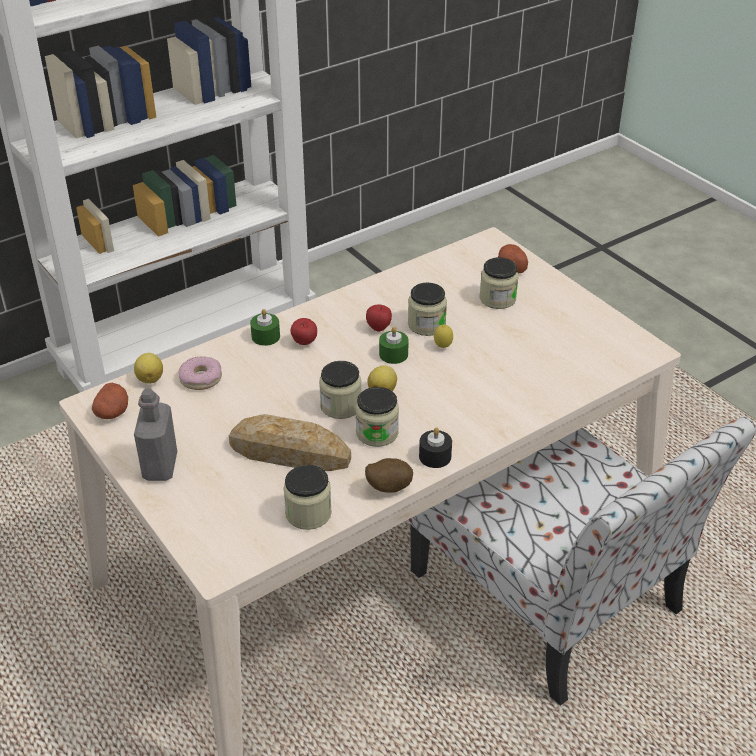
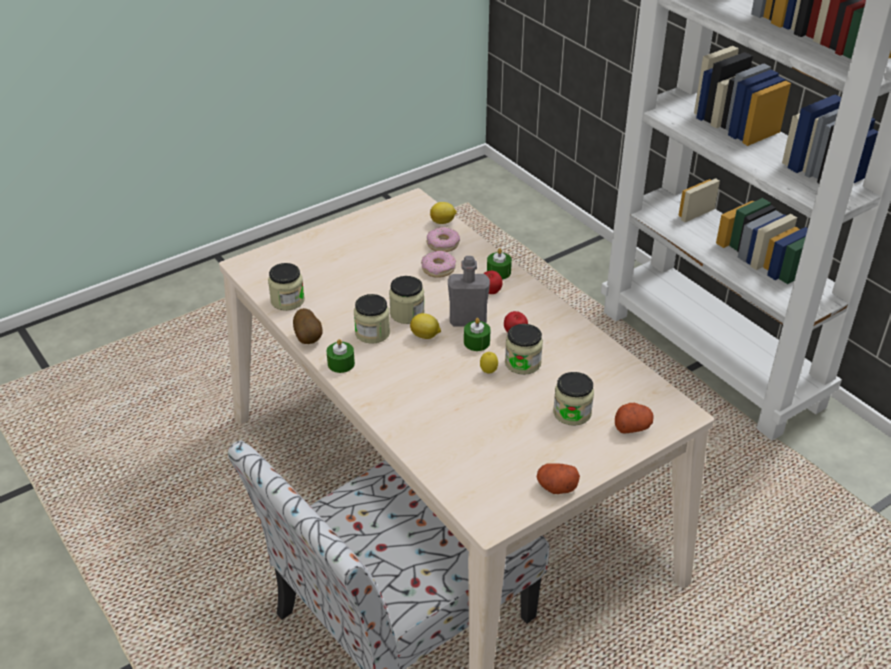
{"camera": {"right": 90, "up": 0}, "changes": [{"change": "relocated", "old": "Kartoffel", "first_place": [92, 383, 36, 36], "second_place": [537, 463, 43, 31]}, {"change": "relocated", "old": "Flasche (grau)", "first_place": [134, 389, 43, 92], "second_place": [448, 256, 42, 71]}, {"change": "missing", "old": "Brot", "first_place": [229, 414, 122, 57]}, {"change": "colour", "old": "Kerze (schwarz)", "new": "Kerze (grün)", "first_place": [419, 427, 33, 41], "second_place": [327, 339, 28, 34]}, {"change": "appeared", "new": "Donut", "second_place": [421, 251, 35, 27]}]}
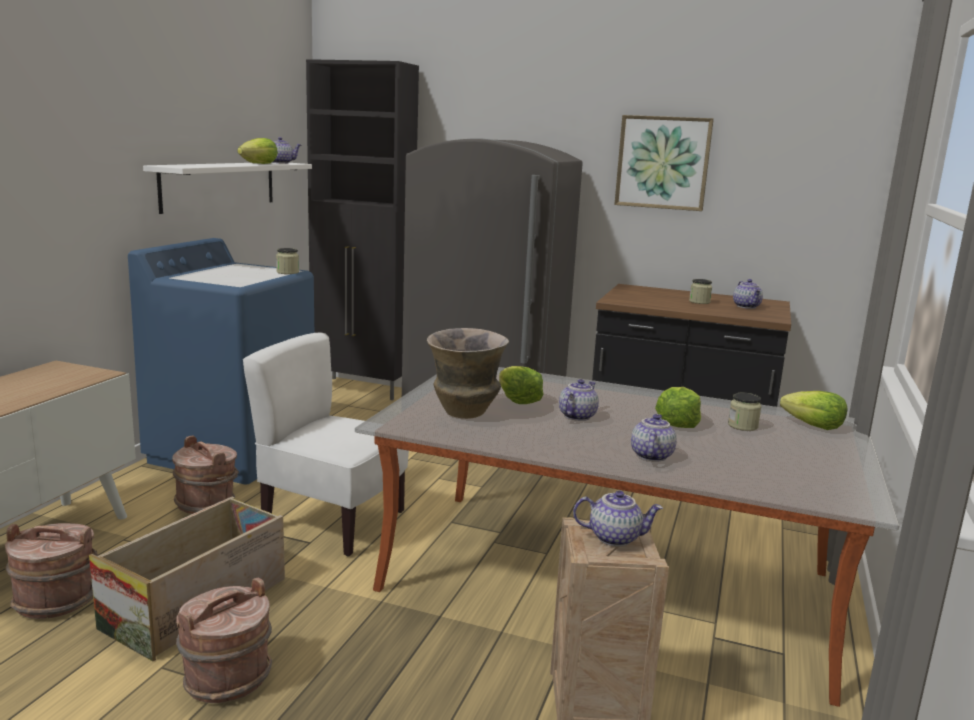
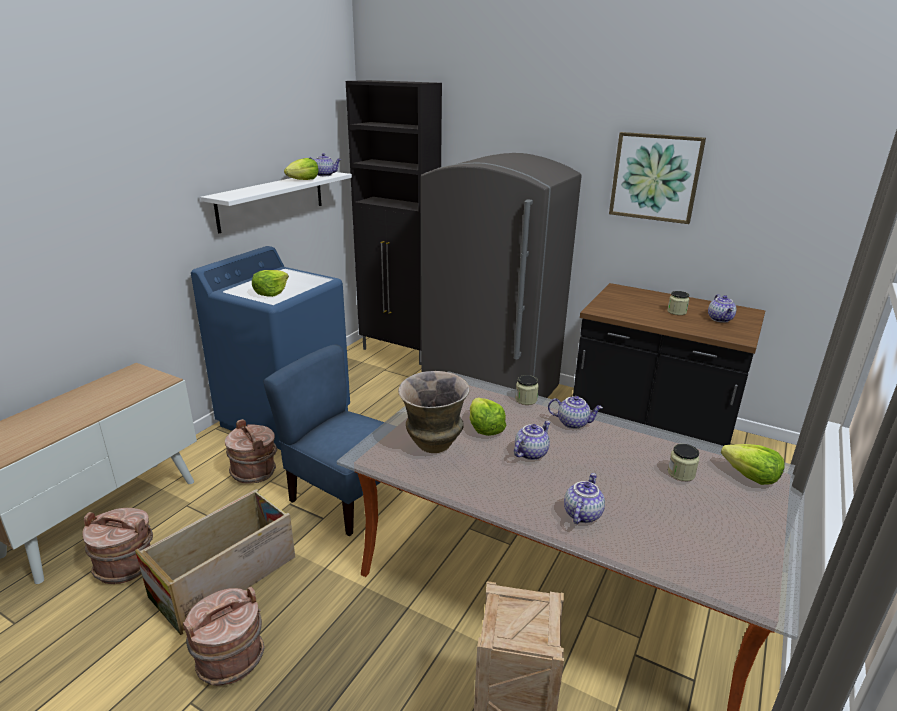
{"camera": {"right": 10, "up": 10}, "changes": [{"change": "relocated", "old": "Vorratsglas", "first_place": [276, 248, 23, 26], "second_place": [515, 375, 24, 30]}, {"change": "colour", "old": "Stuhl (weiß)", "new": "Stuhl (blau)", "first_place": [243, 333, 166, 223], "second_place": [263, 344, 139, 192]}, {"change": "relocated", "old": "Salatkopf", "first_place": [655, 387, 46, 41], "second_place": [252, 270, 37, 27]}, {"change": "relocated", "old": "Teekanne", "first_place": [573, 490, 90, 57], "second_place": [548, 396, 55, 33]}]}
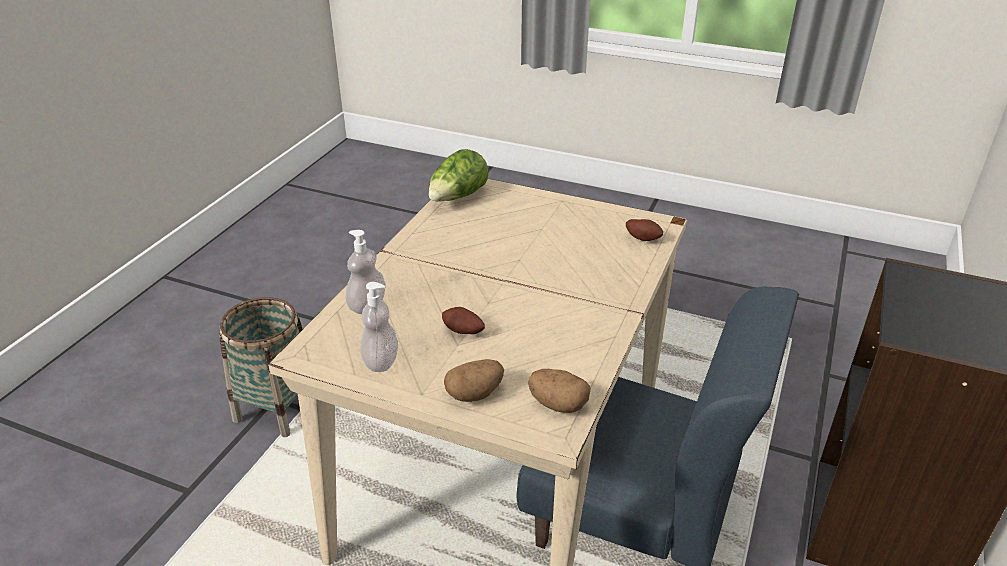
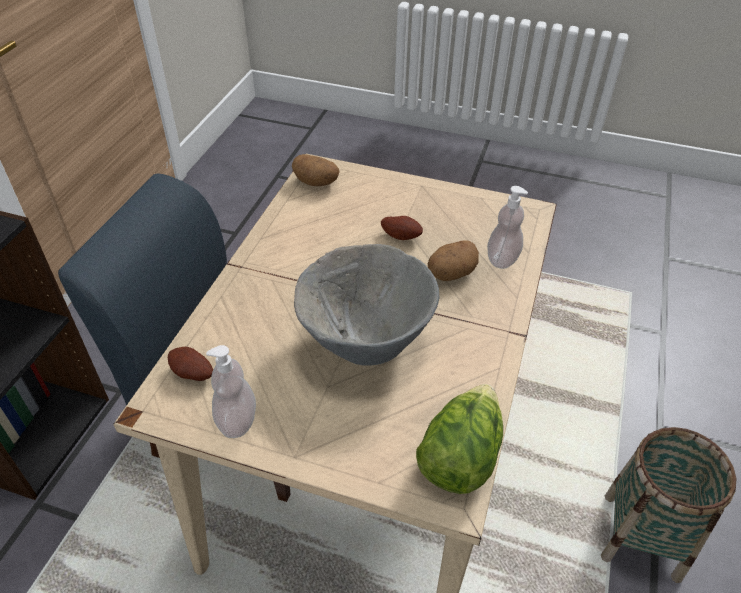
{"camera": {"right": 175, "up": 10}, "changes": [{"change": "relocated", "old": "Seifenspender", "first_place": [360, 282, 38, 90], "second_place": [206, 345, 50, 93]}, {"change": "relocated", "old": "Kartoffel", "first_place": [444, 359, 60, 43], "second_place": [428, 240, 51, 41]}, {"change": "appeared", "new": "Schüssel (grau)", "second_place": [294, 244, 145, 122]}]}
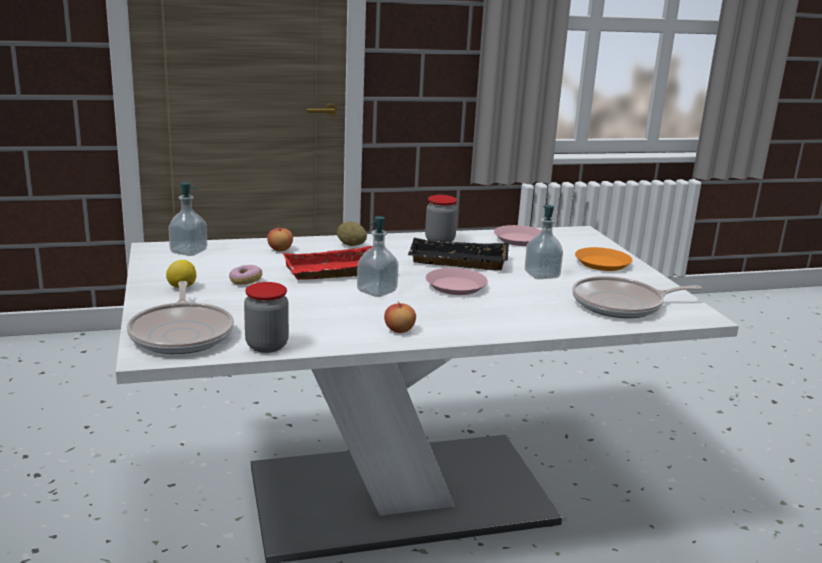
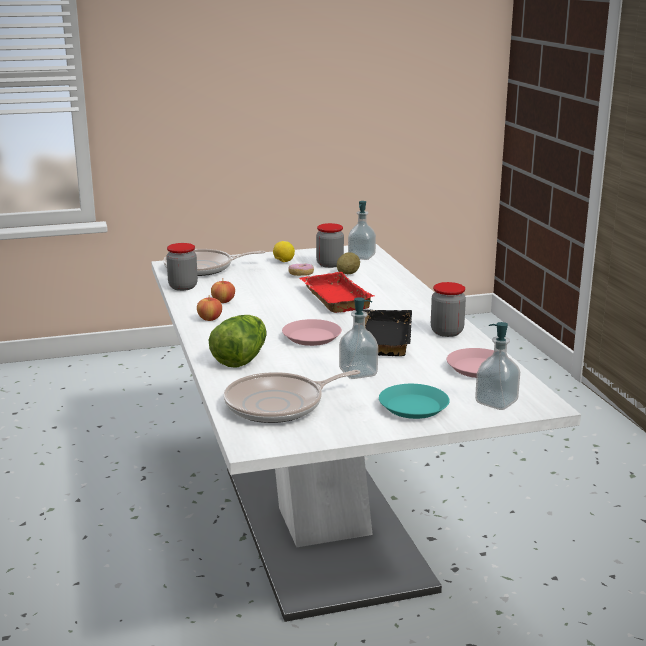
{"camera": {"right": 90, "up": 0}, "changes": [{"change": "relocated", "old": "Seifenspender", "first_place": [357, 216, 41, 81], "second_place": [475, 322, 45, 88]}, {"change": "relocated", "old": "Kartoffel", "first_place": [337, 221, 30, 25], "second_place": [337, 252, 23, 22]}, {"change": "relocated", "old": "Apfel", "first_place": [267, 226, 26, 25], "second_place": [211, 278, 24, 25]}, {"change": "colour", "old": "Teller (orange)", "new": "Teller (türkis)", "first_place": [575, 247, 57, 24], "second_place": [379, 384, 71, 35]}, {"change": "spun", "old": "Pfanne", "first_place": [572, 276, 130, 42], "second_place": [224, 370, 137, 53], "degrees": -105}, {"change": "appeared", "new": "Vorratsglas", "second_place": [316, 223, 28, 45]}, {"change": "appeared", "new": "Salatkopf", "second_place": [209, 315, 58, 53]}]}
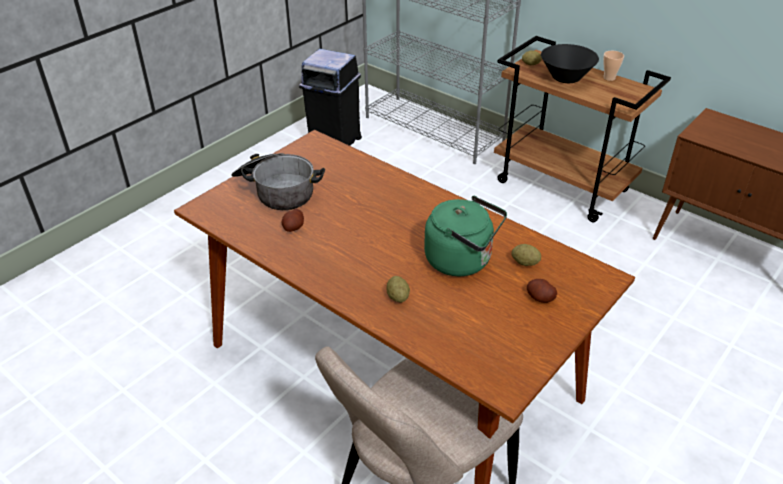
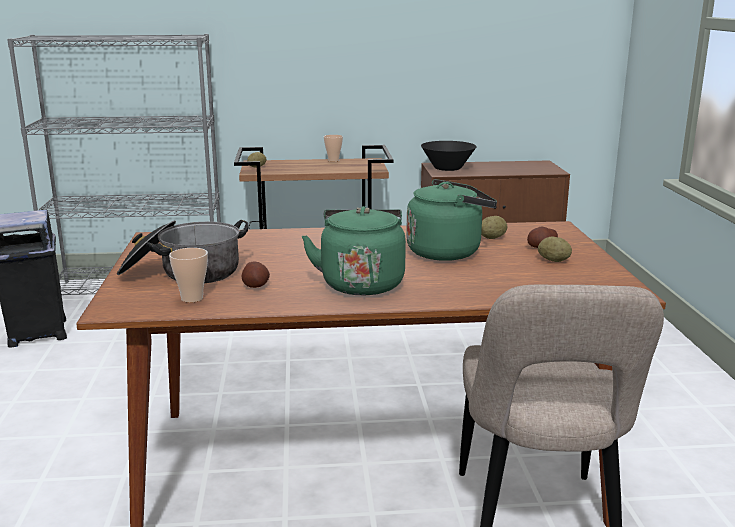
{"camera": {"right": -45, "up": -20}, "changes": [{"change": "relocated", "old": "Schüssel (schwarz)", "first_place": [541, 44, 58, 39], "second_place": [421, 141, 56, 30]}, {"change": "relocated", "old": "Kartoffel", "first_place": [387, 276, 23, 27], "second_place": [538, 237, 34, 25]}, {"change": "appeared", "new": "Wasserkessel (grün)", "second_place": [302, 206, 104, 89]}, {"change": "appeared", "new": "Tasse", "second_place": [169, 248, 39, 55]}]}
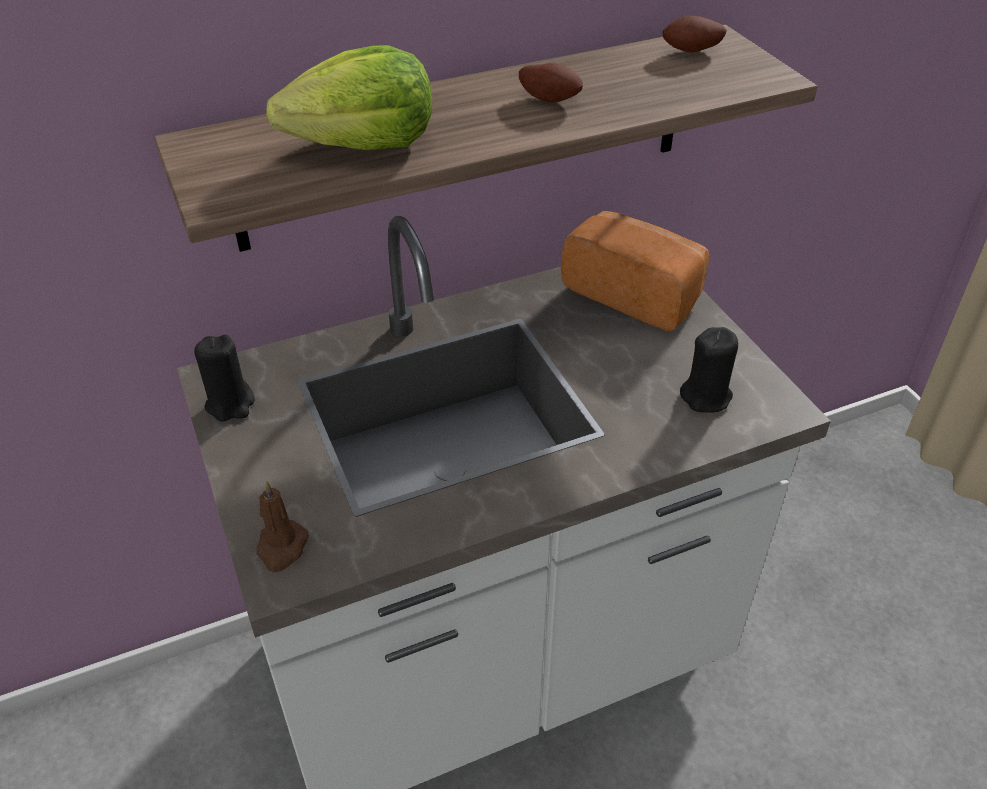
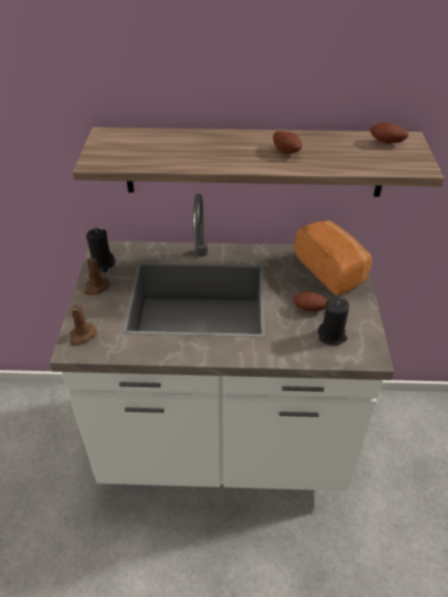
{"camera": {"right": 25, "up": 0}, "changes": [{"change": "missing", "old": "Salatkopf", "first_place": [266, 45, 166, 105]}, {"change": "appeared", "new": "Kerze (braun)", "second_place": [84, 253, 26, 42]}, {"change": "appeared", "new": "Kartoffel", "second_place": [293, 292, 35, 20]}]}
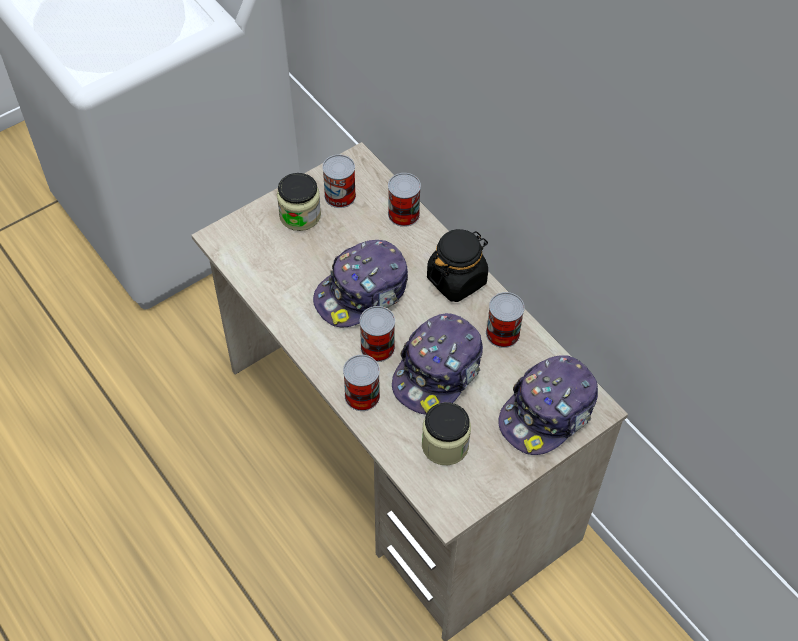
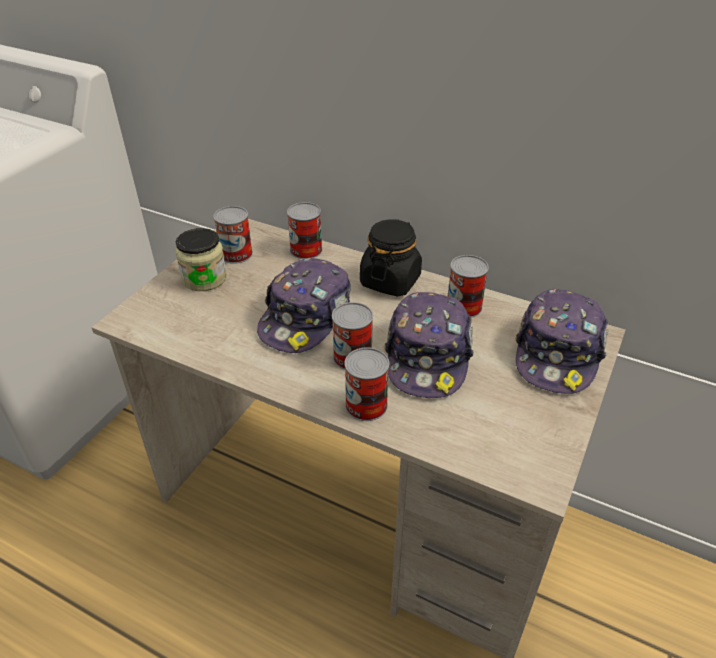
{"camera": {"right": -25, "up": -15}, "changes": [{"change": "missing", "old": "Vorratsglas", "first_place": [422, 402, 49, 63]}]}
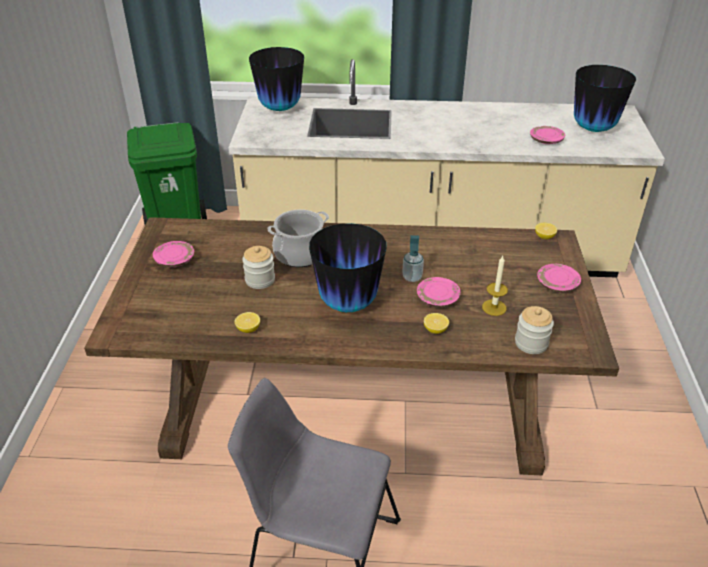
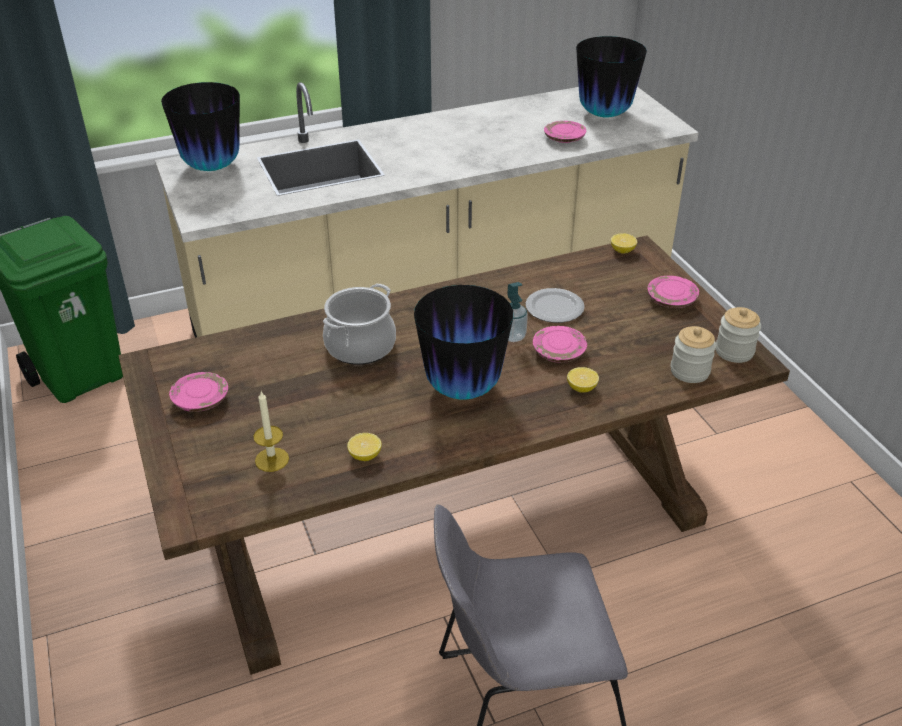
{"camera": {"right": -25, "up": 0}, "changes": [{"change": "relocated", "old": "Vorratsglas", "first_place": [242, 246, 33, 43], "second_place": [716, 307, 45, 56]}, {"change": "relocated", "old": "Kerze", "first_place": [482, 256, 26, 60], "second_place": [253, 391, 36, 81]}, {"change": "appeared", "new": "Teller", "second_place": [526, 288, 59, 35]}]}
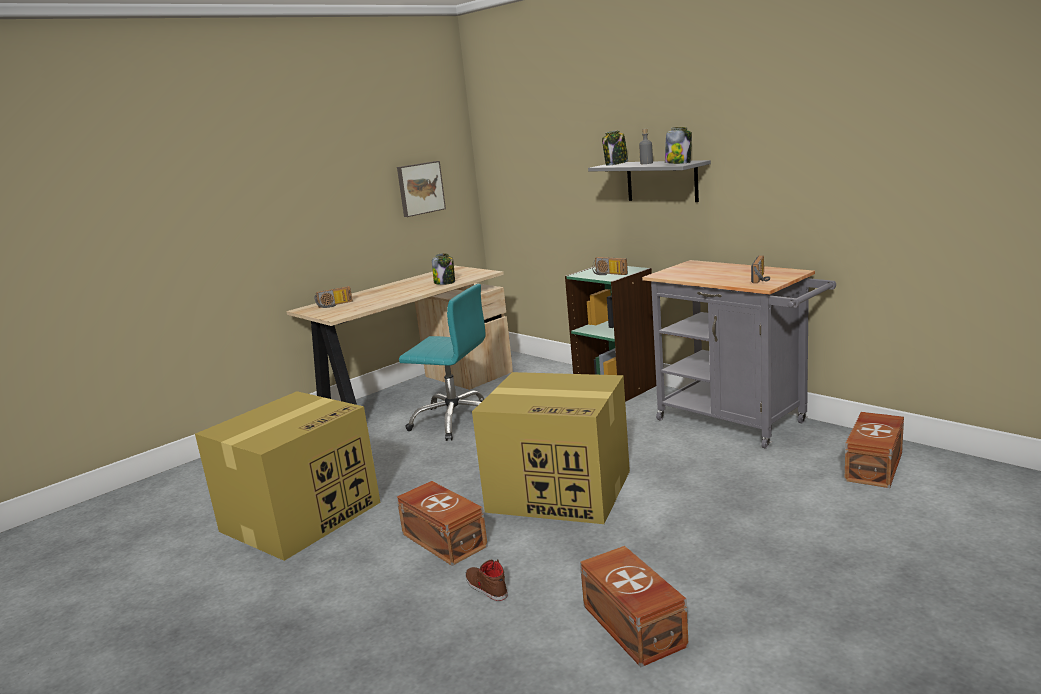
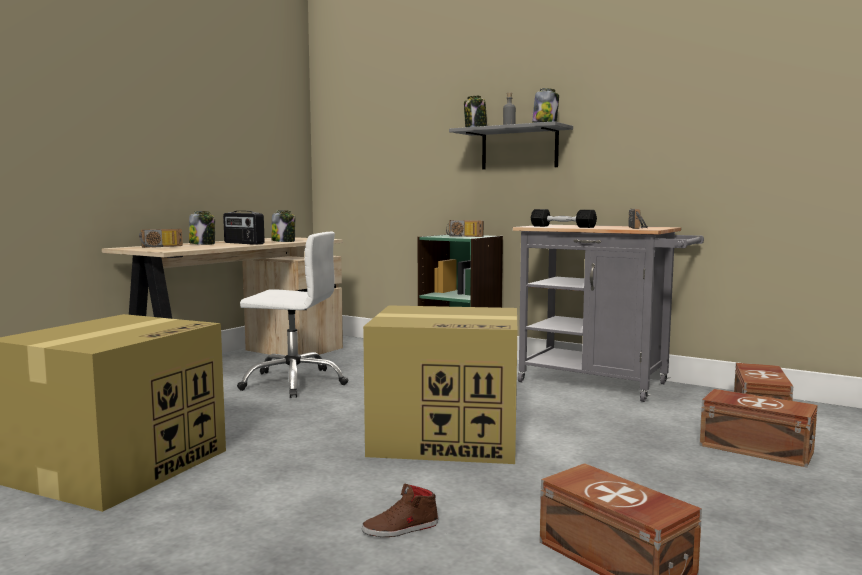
{"camera": {"right": -15, "up": -10}, "changes": [{"change": "missing", "old": "Bild", "first_place": [397, 161, 49, 56]}, {"change": "colour", "old": "Bürostuhl (türkis)", "new": "Bürostuhl (weiß)", "first_place": [399, 284, 87, 157], "second_place": [237, 232, 111, 166]}, {"change": "relocated", "old": "Aufbewahrungsbox (braun)", "first_place": [397, 481, 91, 85], "second_place": [699, 389, 119, 78]}, {"change": "spun", "old": "Schuh (braun)", "first_place": [465, 559, 43, 42], "second_place": [362, 483, 76, 54], "degrees": -60}, {"change": "appeared", "new": "Hantel (schwarz)", "second_place": [531, 209, 66, 19]}, {"change": "appeared", "new": "Vorratsglas", "second_place": [189, 211, 26, 34]}, {"change": "appeared", "new": "Radio", "second_place": [223, 211, 42, 34]}]}
